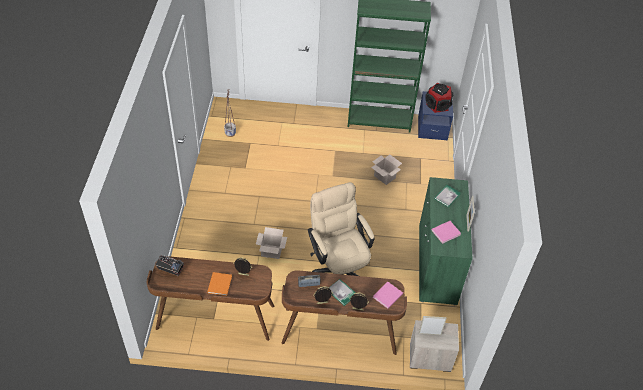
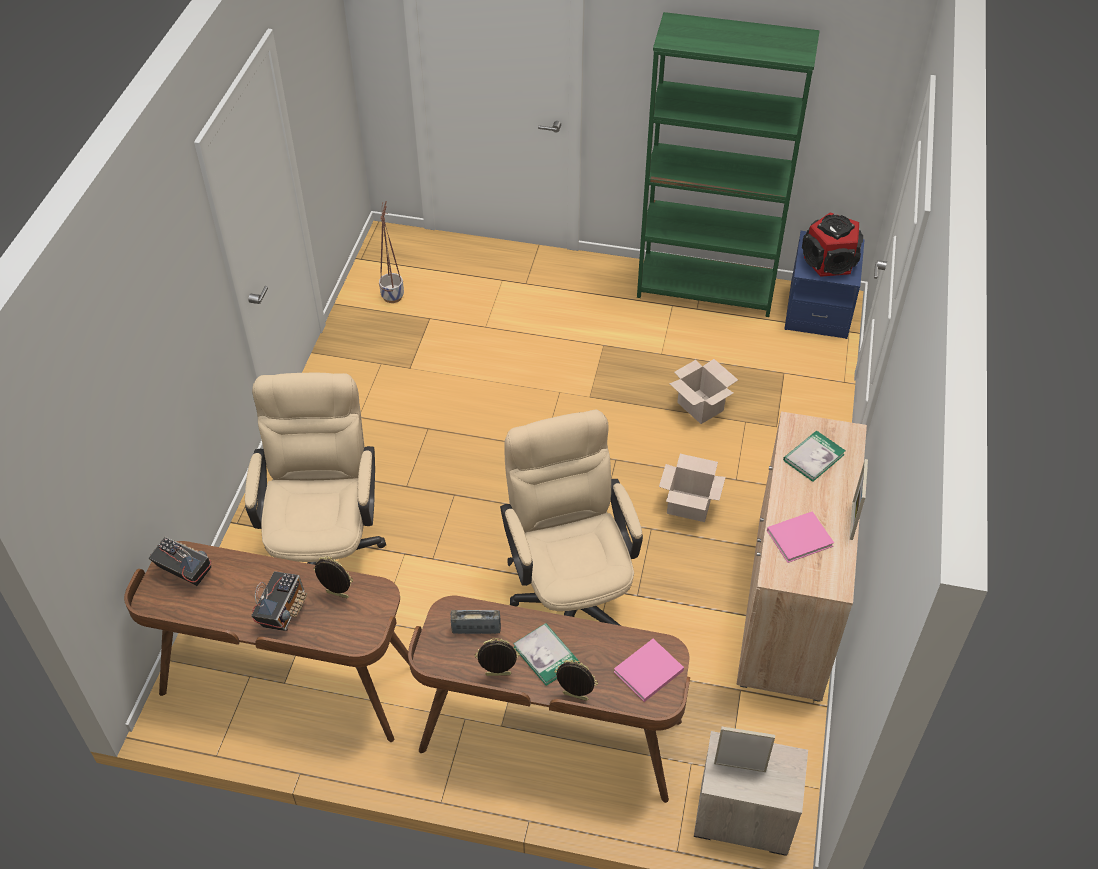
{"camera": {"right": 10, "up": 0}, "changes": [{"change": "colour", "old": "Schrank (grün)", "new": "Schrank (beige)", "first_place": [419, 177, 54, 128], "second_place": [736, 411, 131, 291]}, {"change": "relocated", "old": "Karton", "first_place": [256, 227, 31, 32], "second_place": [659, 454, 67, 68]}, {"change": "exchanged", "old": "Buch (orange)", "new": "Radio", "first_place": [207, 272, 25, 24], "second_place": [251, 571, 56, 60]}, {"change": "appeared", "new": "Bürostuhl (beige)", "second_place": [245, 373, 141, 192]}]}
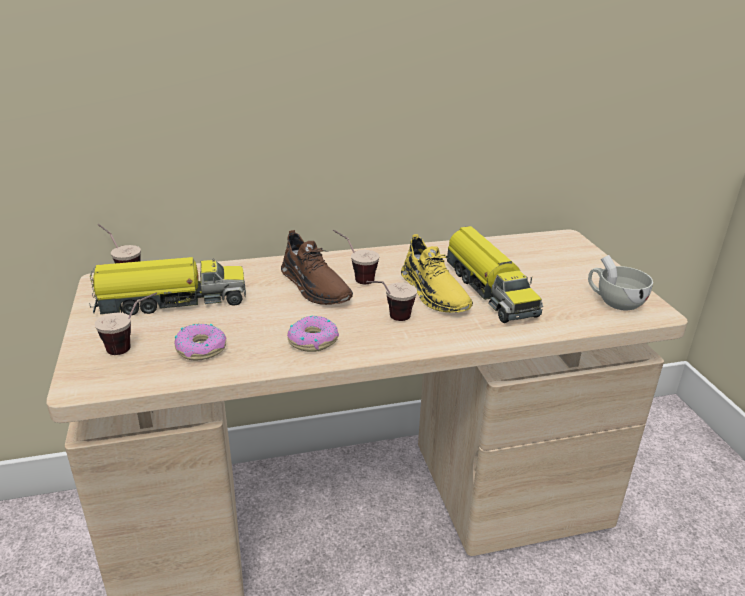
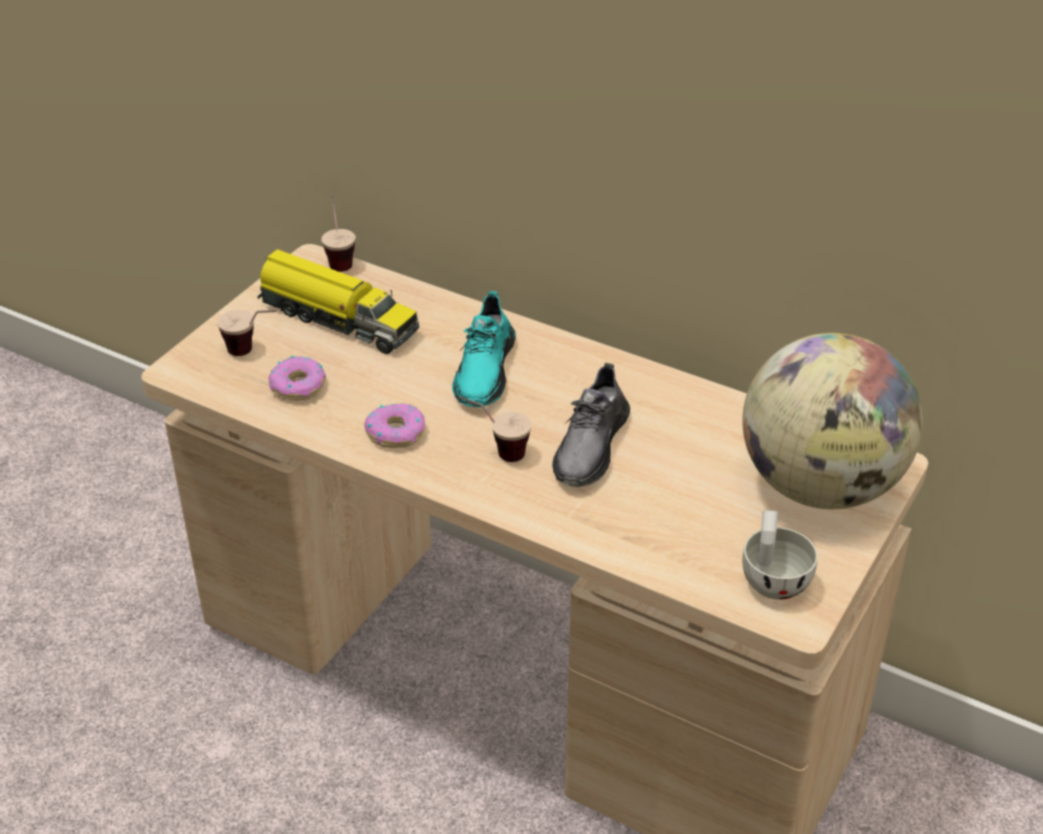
{"camera": {"right": 45, "up": 10}, "changes": [{"change": "missing", "old": "Spielzeuglaster", "first_place": [446, 226, 97, 97]}, {"change": "missing", "old": "Tasse", "first_place": [333, 229, 46, 55]}, {"change": "colour", "old": "Schuh (braun)", "new": "Schuh (türkis)", "first_place": [281, 230, 72, 75], "second_place": [452, 291, 64, 116]}, {"change": "colour", "old": "Schuh (gelb)", "new": "Schuh (grau)", "first_place": [401, 234, 72, 78], "second_place": [552, 363, 78, 124]}, {"change": "appeared", "new": "Globus", "second_place": [742, 333, 181, 176]}]}
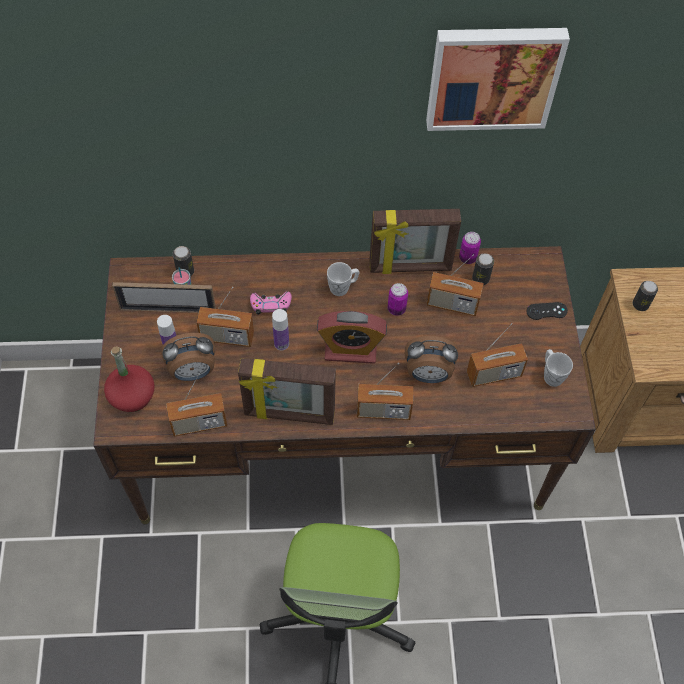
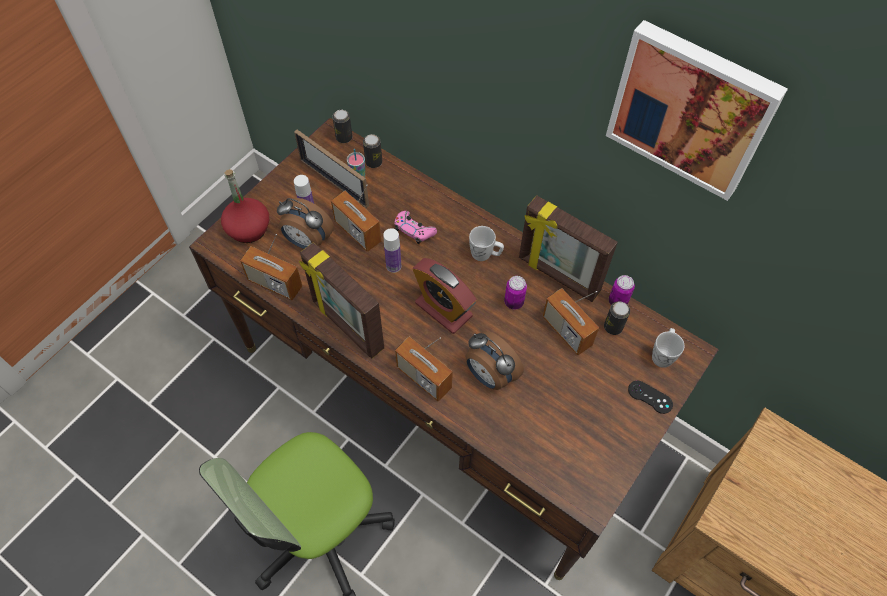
{"camera": {"right": 40, "up": 0}, "changes": [{"change": "relocated", "old": "Dose", "first_place": [633, 281, 25, 30], "second_place": [333, 110, 20, 33]}, {"change": "missing", "old": "Radio", "first_place": [467, 323, 61, 64]}, {"change": "relocated", "old": "Henkelbecher (weiß)", "first_place": [544, 349, 29, 38], "second_place": [652, 328, 33, 40]}]}
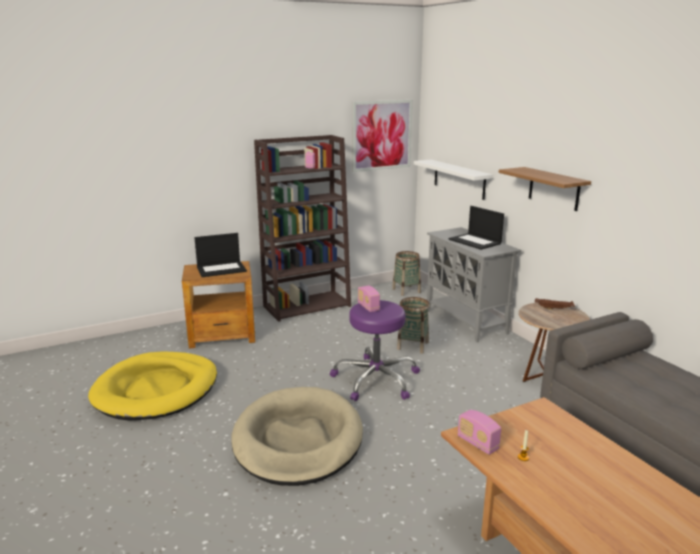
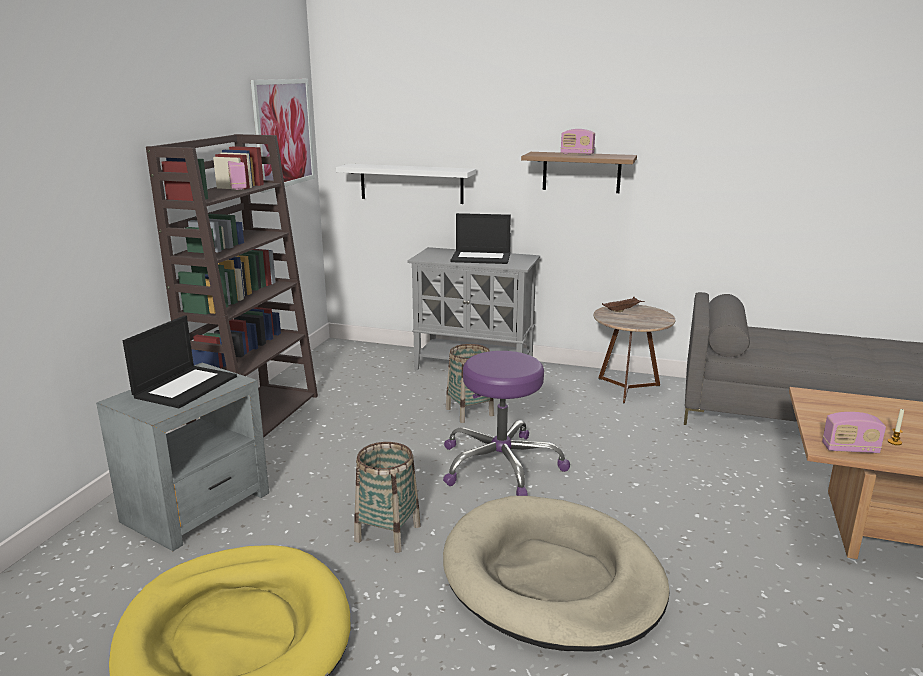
{"camera": {"right": -45, "up": 0}, "changes": [{"change": "relocated", "old": "Korb", "first_place": [392, 251, 29, 45], "second_place": [354, 442, 67, 111]}, {"change": "colour", "old": "Beistelltisch (braun)", "new": "Beistelltisch (grau)", "first_place": [182, 261, 73, 88], "second_place": [96, 363, 173, 188]}, {"change": "relocated", "old": "Radio", "first_place": [358, 286, 22, 26], "second_place": [561, 129, 34, 26]}]}
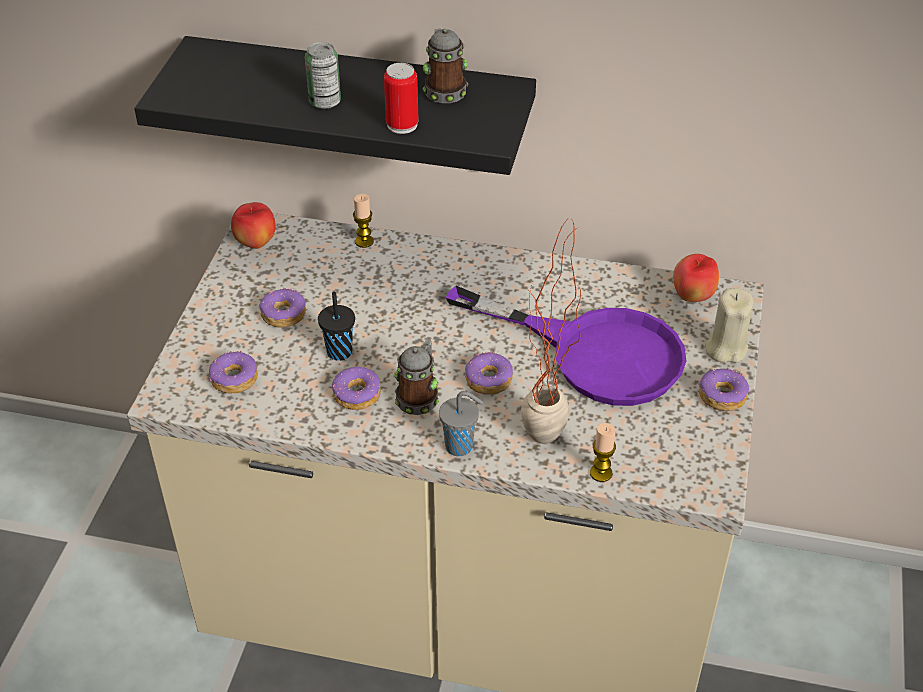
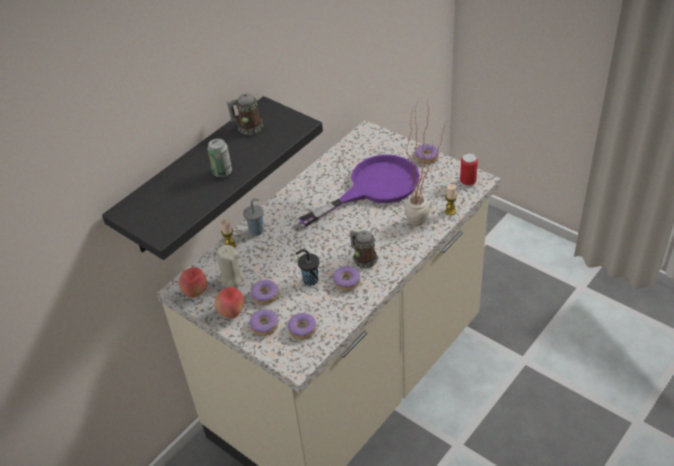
{"camera": {"right": -60, "up": 0}, "changes": [{"change": "relocated", "old": "Dose", "first_place": [384, 63, 34, 71], "second_place": [460, 153, 18, 34]}, {"change": "relocated", "old": "Apfel", "first_place": [673, 254, 46, 48], "second_place": [215, 287, 29, 31]}, {"change": "relocated", "old": "Kerze (beige)", "first_place": [705, 288, 49, 75], "second_place": [216, 245, 29, 43]}, {"change": "relocated", "old": "Donut", "first_place": [465, 352, 48, 43], "second_place": [249, 309, 29, 27]}, {"change": "relocated", "old": "Tasse (grau)", "first_place": [439, 391, 44, 65], "second_place": [243, 198, 21, 38]}]}
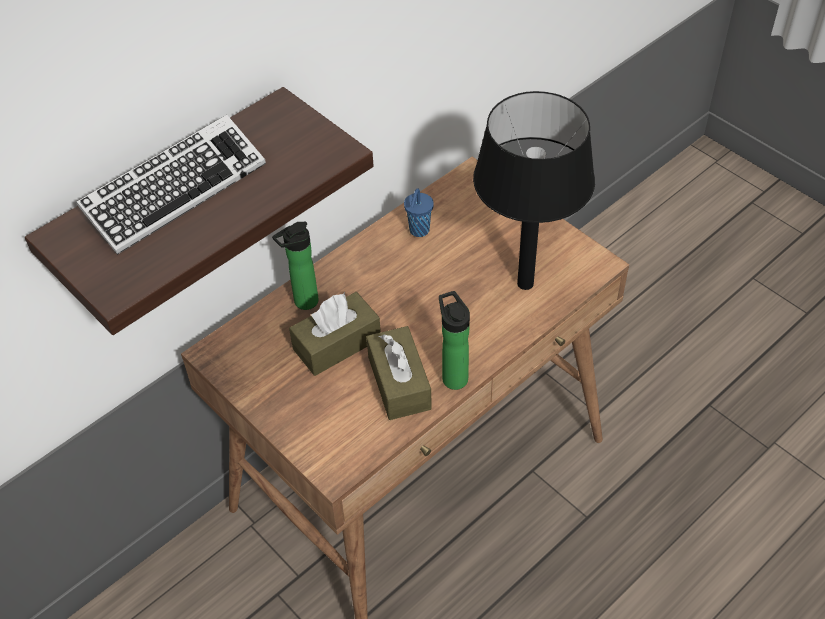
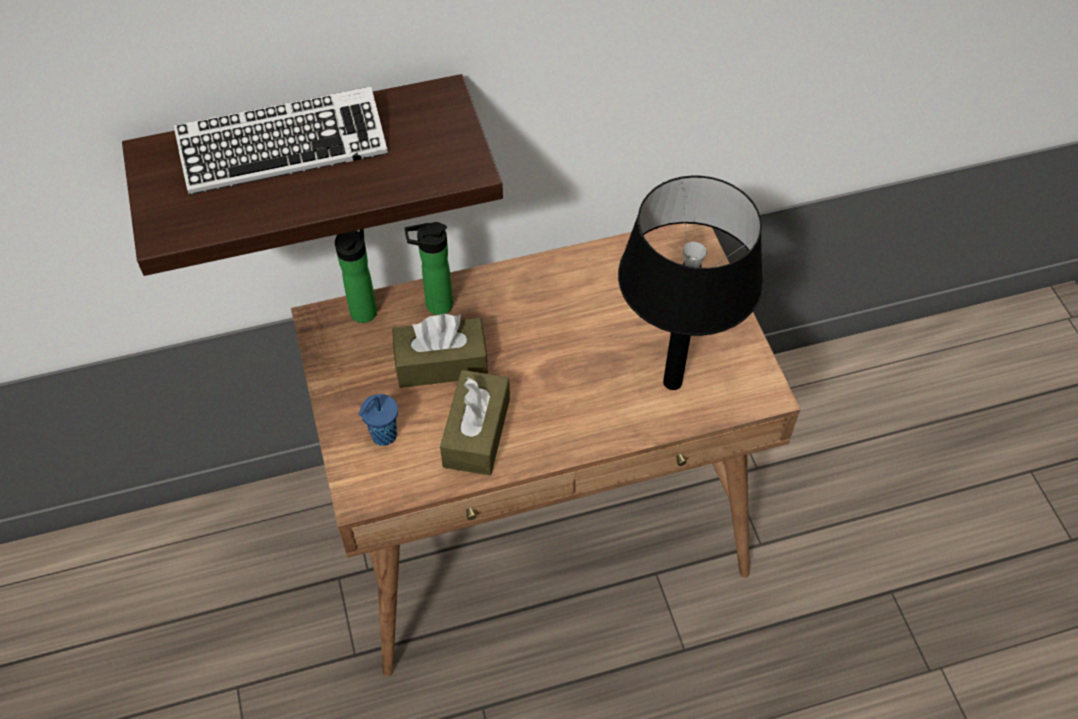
{"camera": {"right": 25, "up": 5}, "changes": [{"change": "relocated", "old": "Tasse (blau)", "first_place": [404, 189, 30, 48], "second_place": [358, 394, 40, 52]}, {"change": "relocated", "old": "Flasche", "first_place": [439, 291, 31, 99], "second_place": [335, 229, 42, 94]}]}
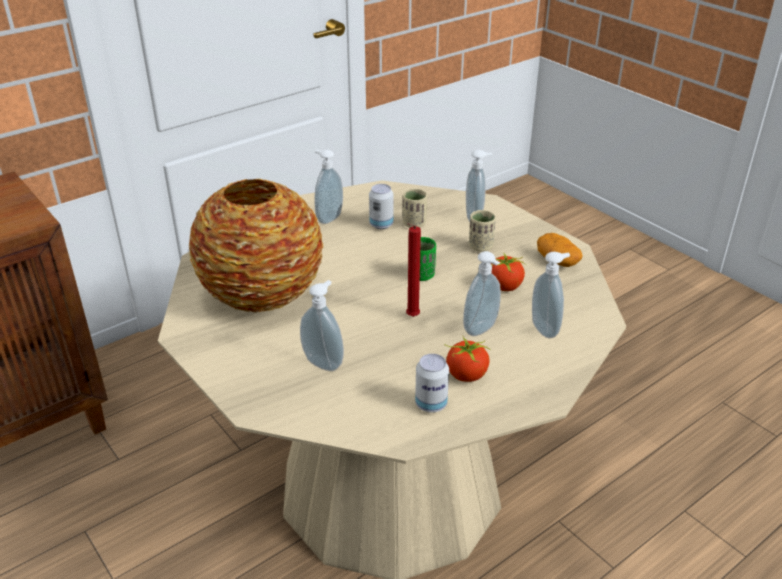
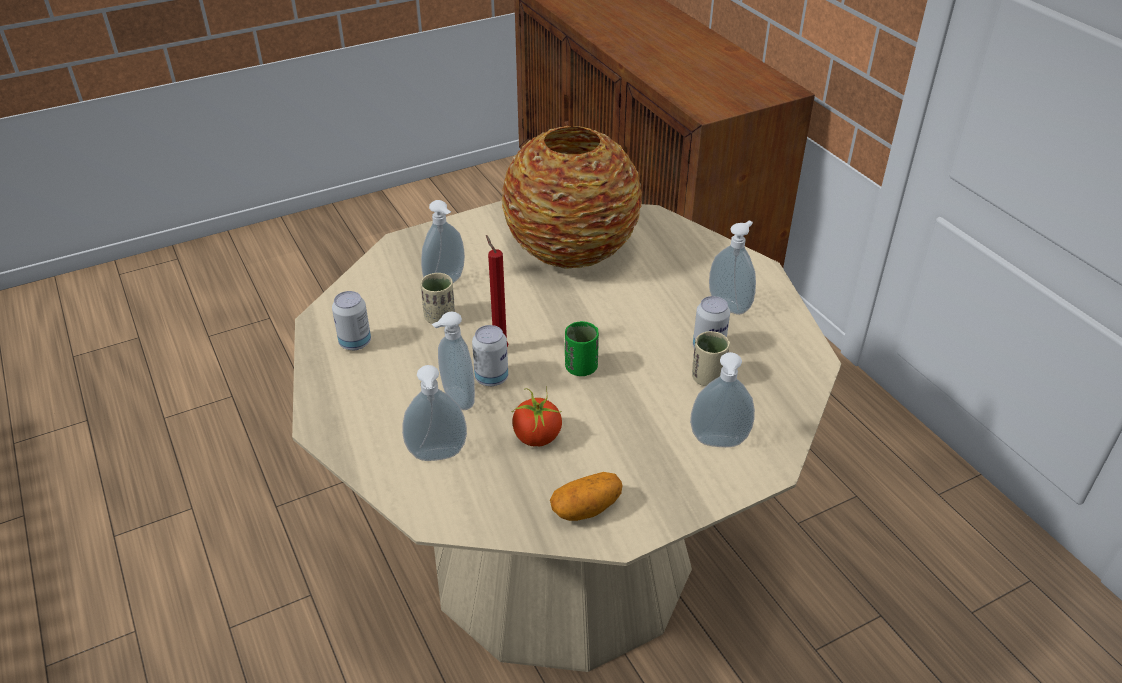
{"camera": {"right": 100, "up": 5}, "changes": [{"change": "relocated", "old": "Tasse (beige)", "first_place": [469, 210, 27, 42], "second_place": [420, 272, 35, 52]}, {"change": "missing", "old": "Tomate", "first_place": [444, 337, 47, 45]}, {"change": "appeared", "new": "Dose", "second_place": [472, 325, 36, 61]}]}
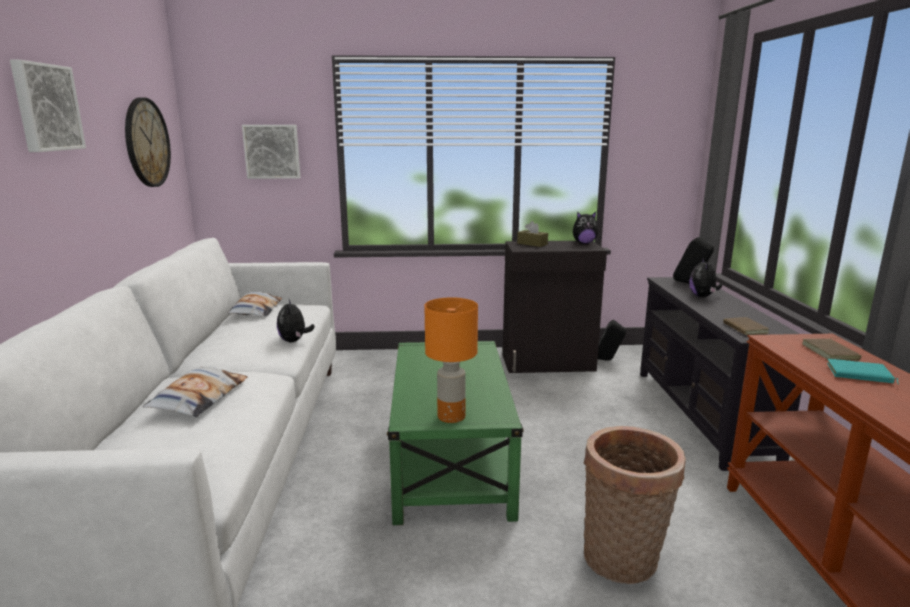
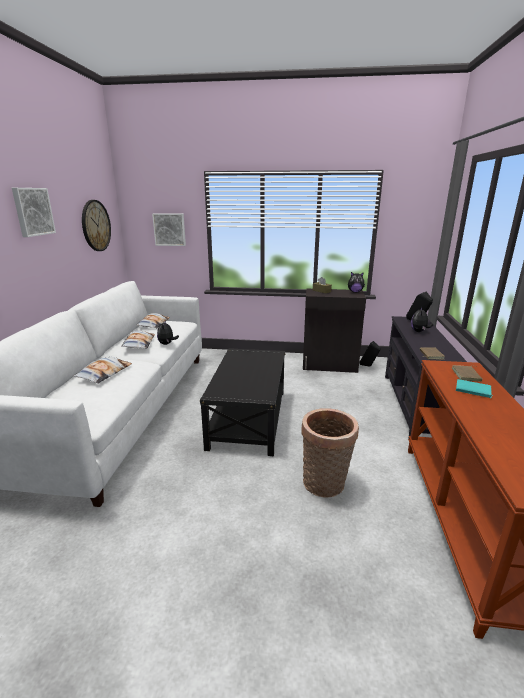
{"camera": {"right": 10, "up": 5}, "changes": [{"change": "missing", "old": "Tischlampe (orange)", "first_place": [425, 297, 53, 126]}, {"change": "colour", "old": "Couchtisch (grün)", "new": "Couchtisch (schwarz)", "first_place": [387, 341, 137, 184], "second_place": [200, 348, 85, 108]}, {"change": "appeared", "new": "Kissen", "second_place": [121, 331, 34, 18]}]}
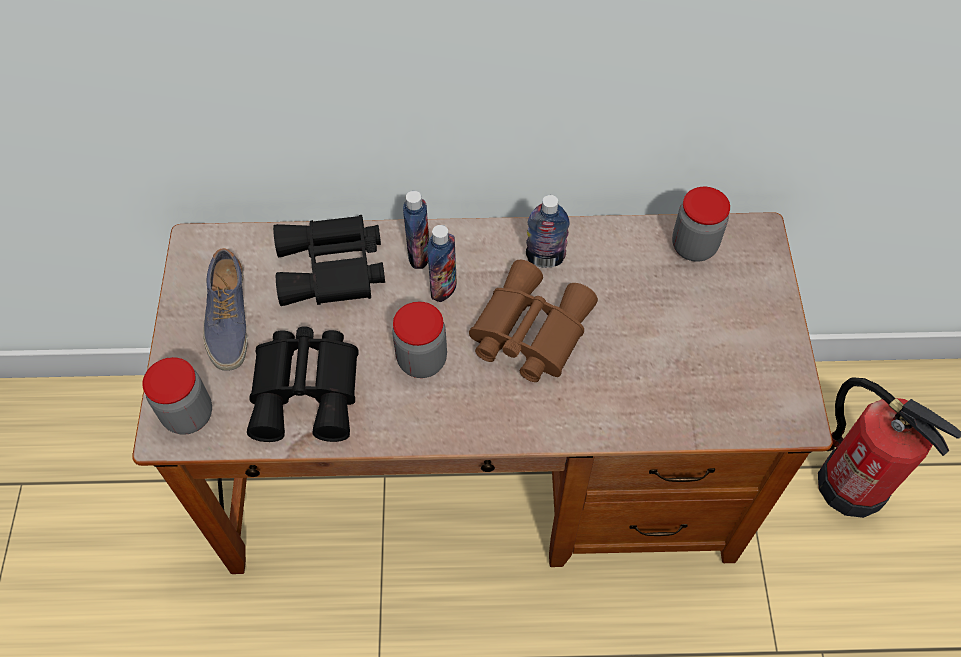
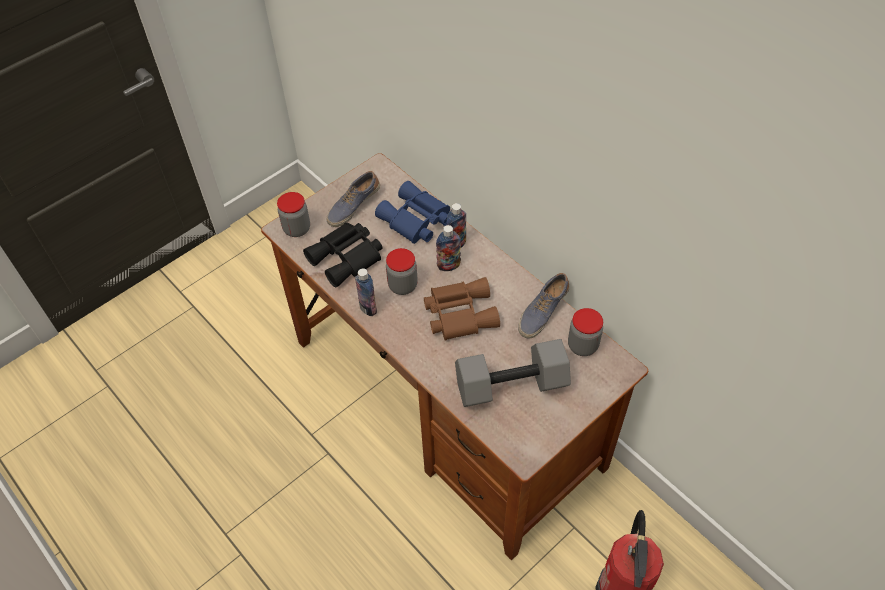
{"camera": {"right": 50, "up": -5}, "changes": [{"change": "relocated", "old": "Flasche", "first_place": [526, 195, 44, 73], "second_place": [355, 268, 22, 48]}, {"change": "colour", "old": "Fernglas (schwarz)", "new": "Fernglas (blau)", "first_place": [273, 215, 112, 91], "second_place": [375, 181, 75, 63]}, {"change": "appeared", "new": "Schuh", "second_place": [518, 273, 52, 66]}, {"change": "appeared", "new": "Hantel (grau)", "second_place": [455, 339, 116, 68]}]}
